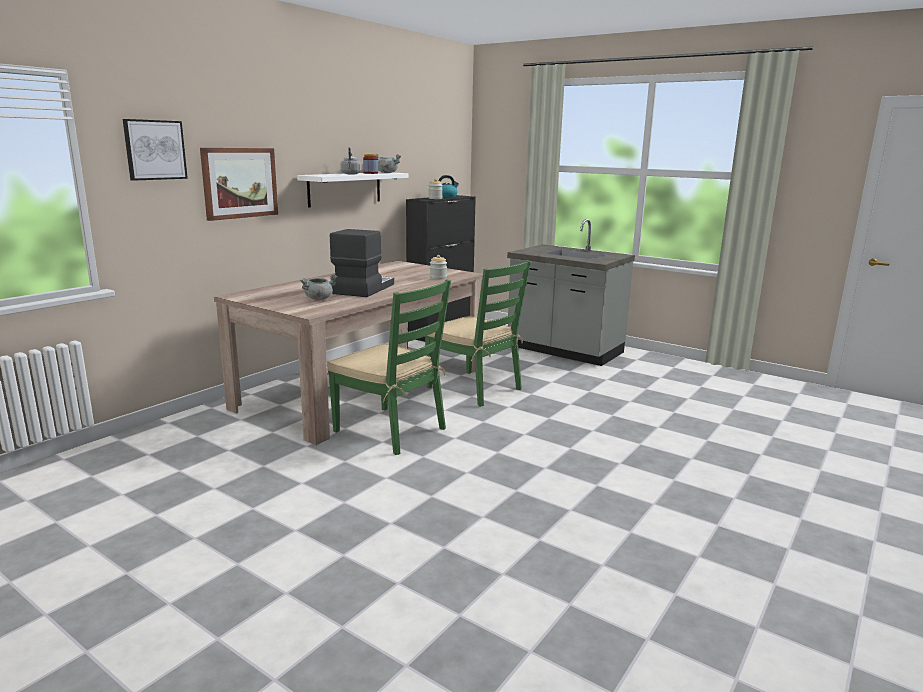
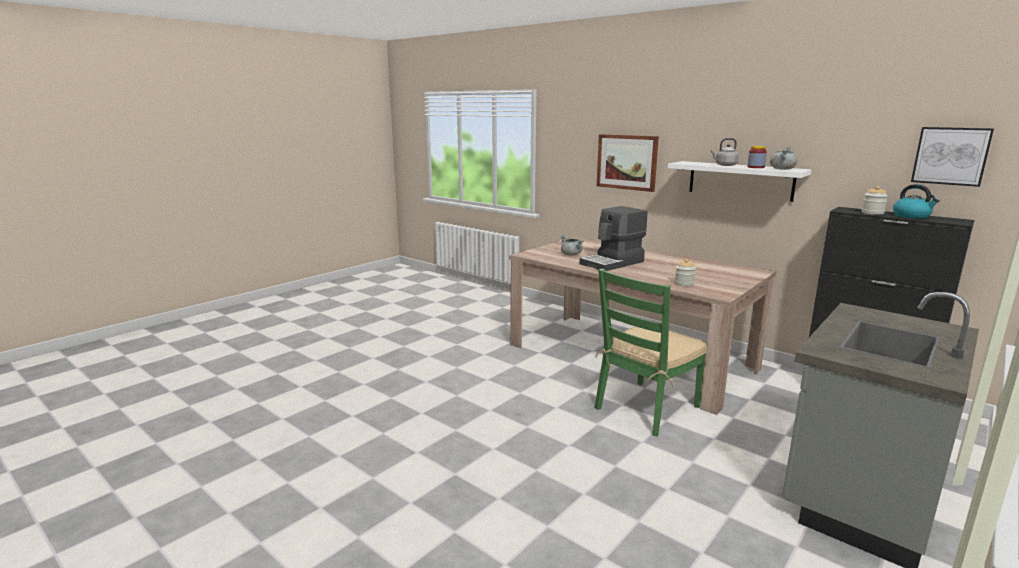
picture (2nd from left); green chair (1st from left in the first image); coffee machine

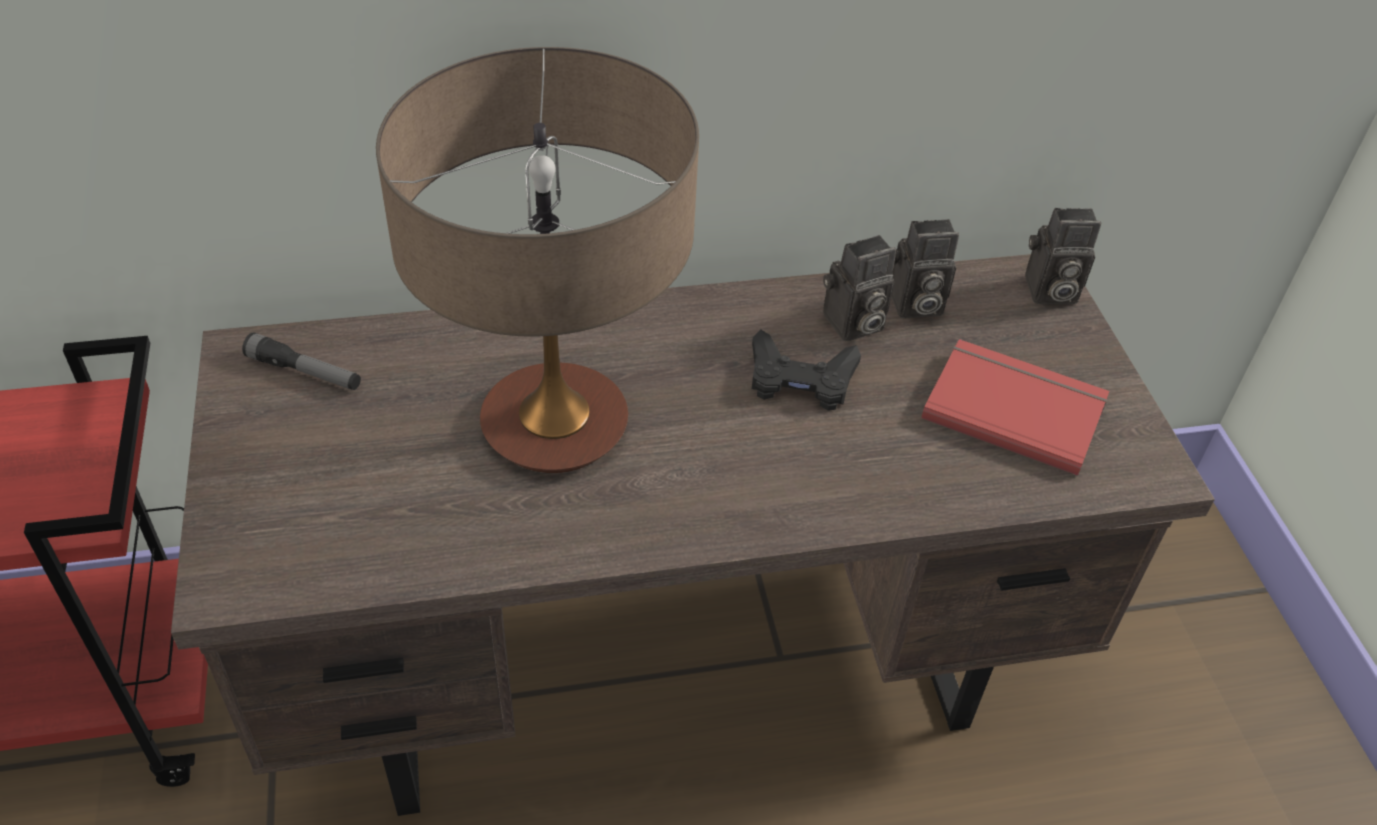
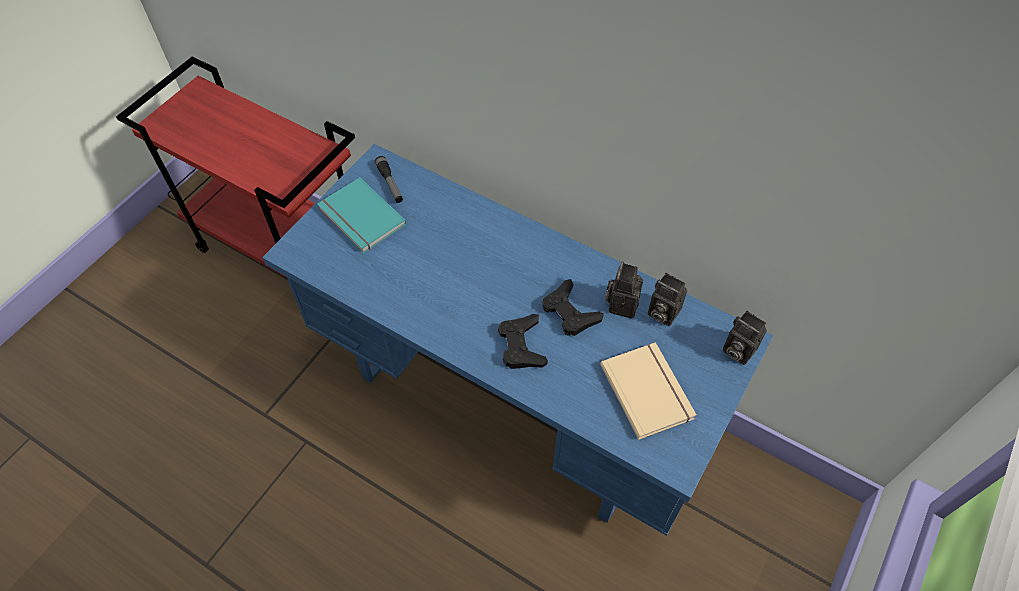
blue desk; table lamp; photo camera (1st from left); beige book; turquoise book; black game controller (1st from left)

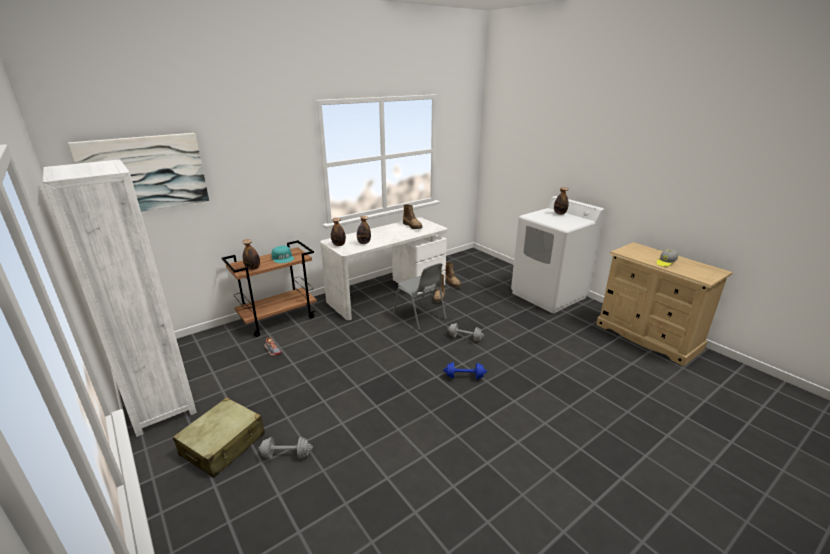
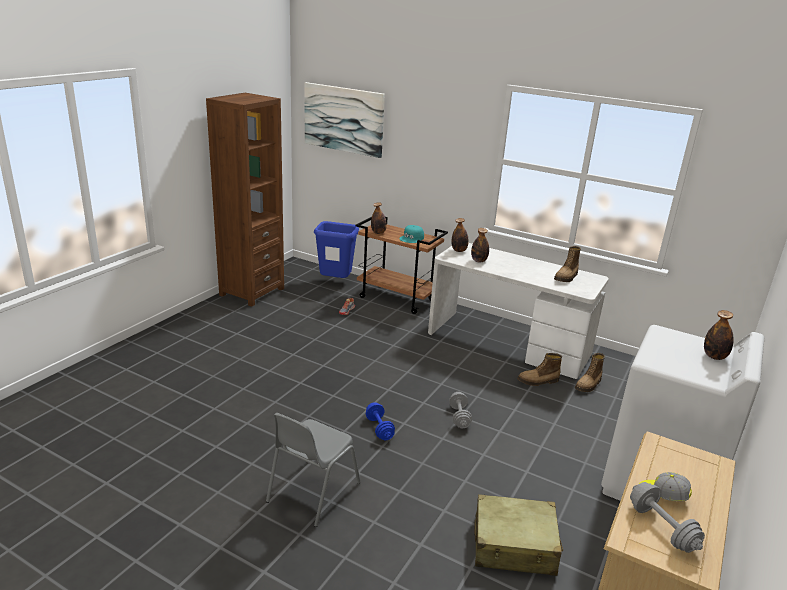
brown bookcase; beige suitcase; grey dumbbell (2nd from left); grey chair; blue trash can

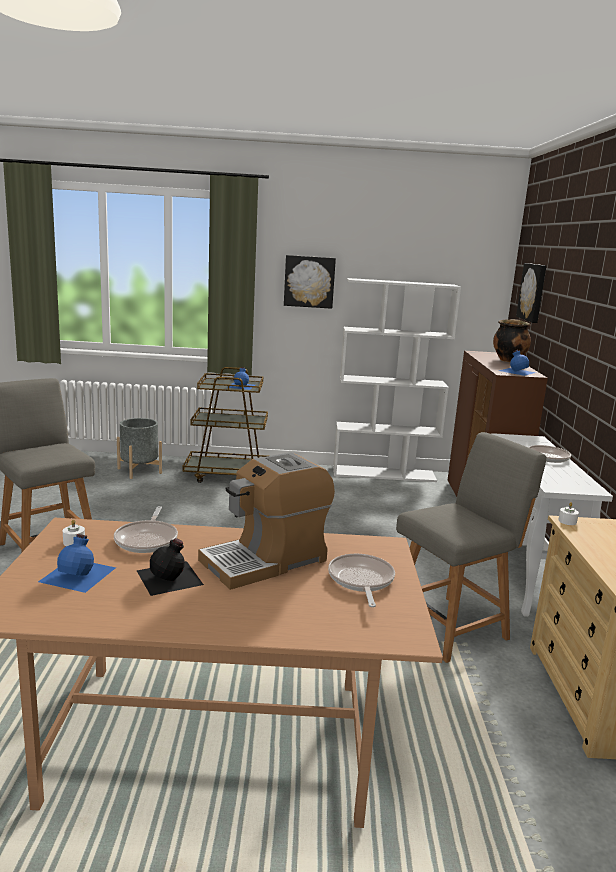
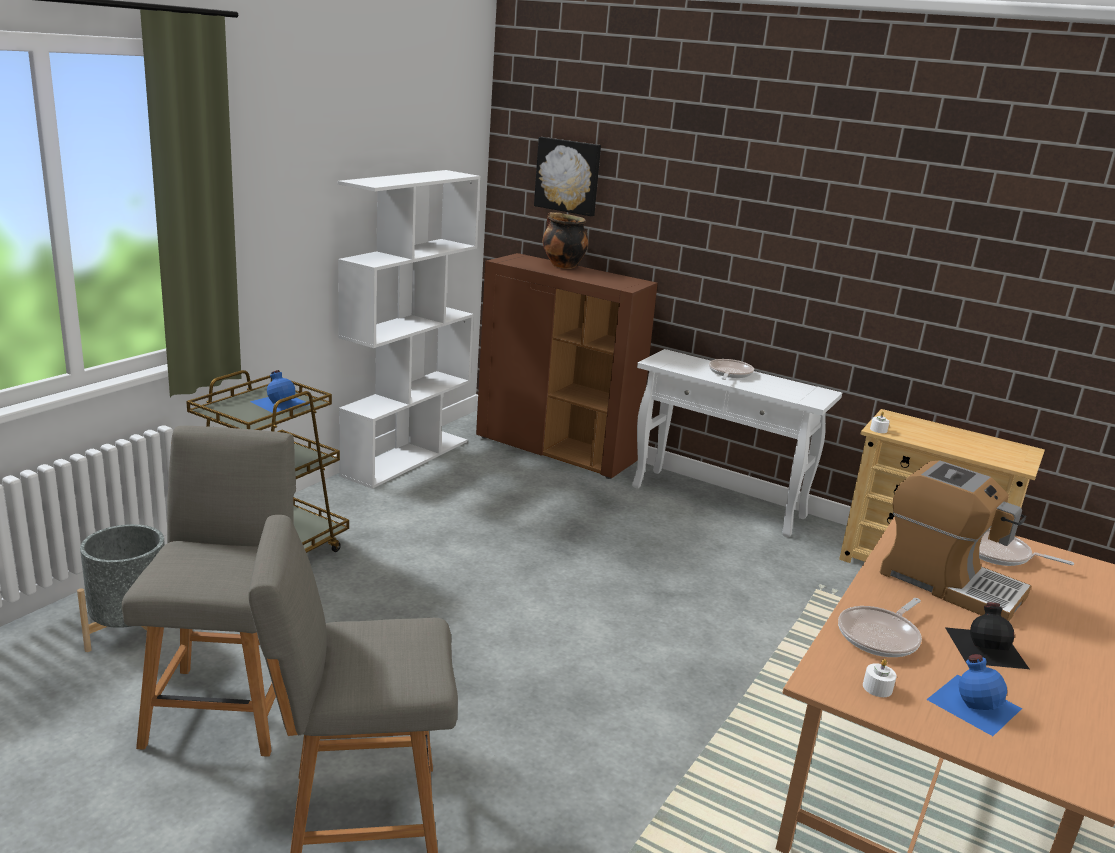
frying pan (2nd from left); coffee machine; picture (1st from left in the first image); grey chair (1st from left); blue bottle (3rd from left in the first image)

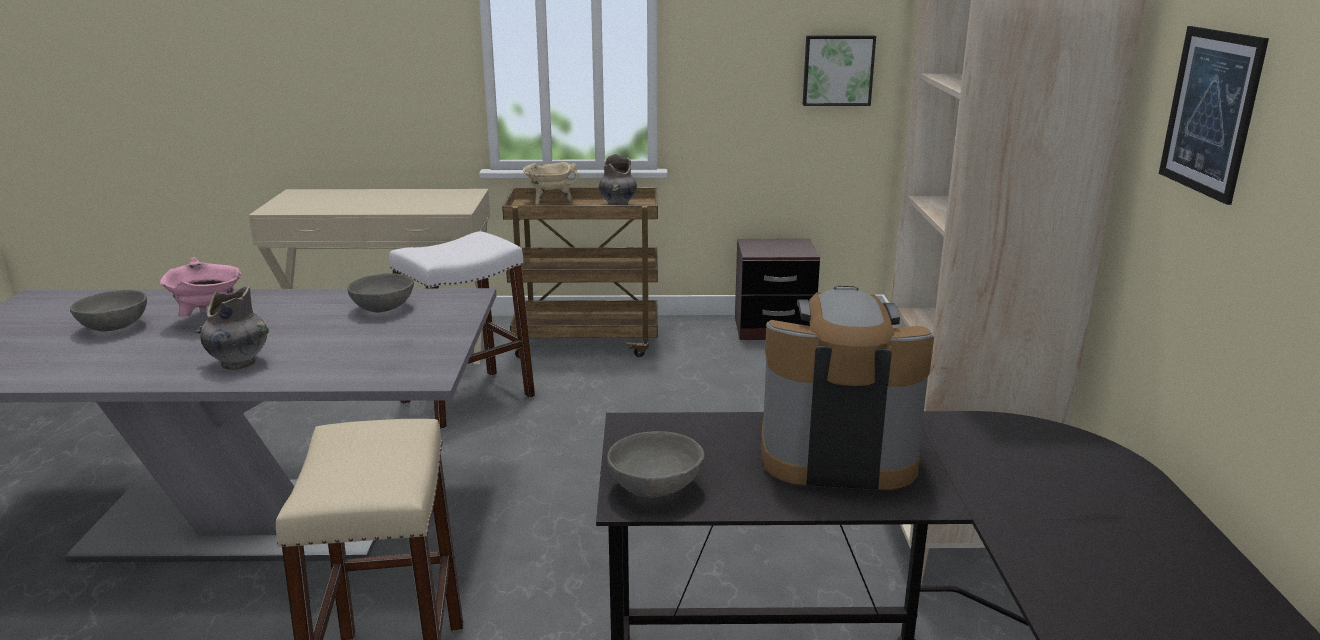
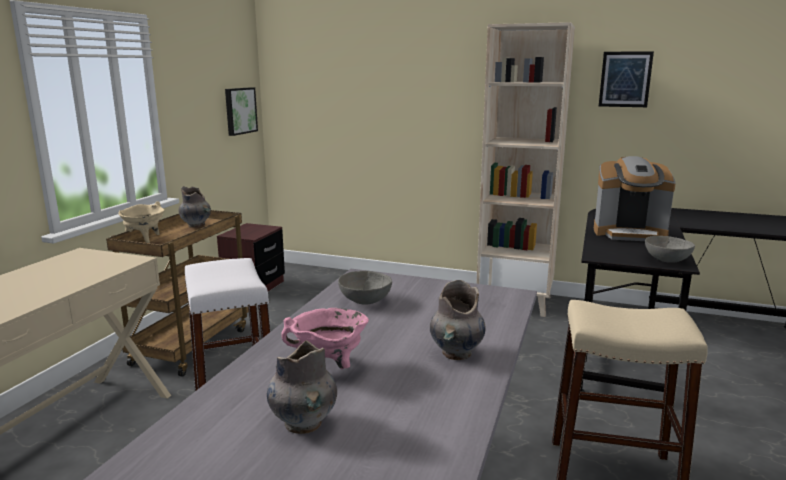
grey vase (2nd from left); coffee machine

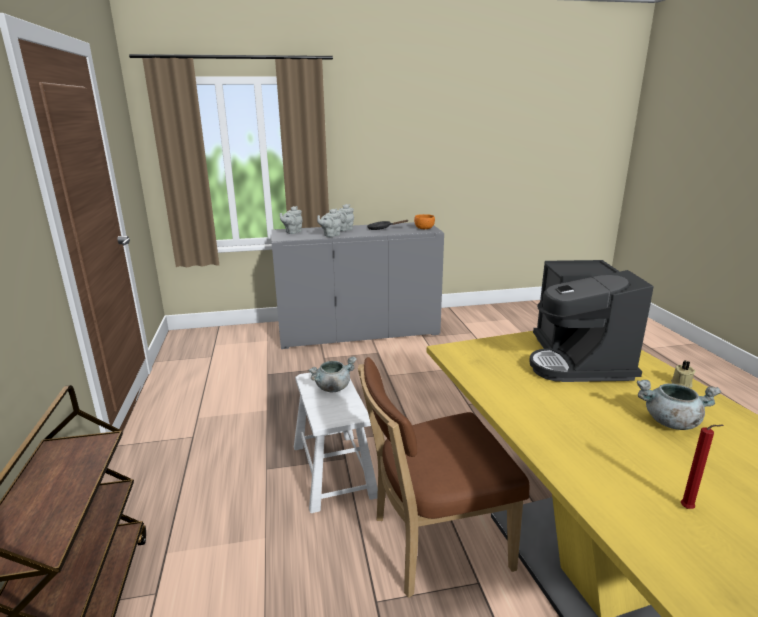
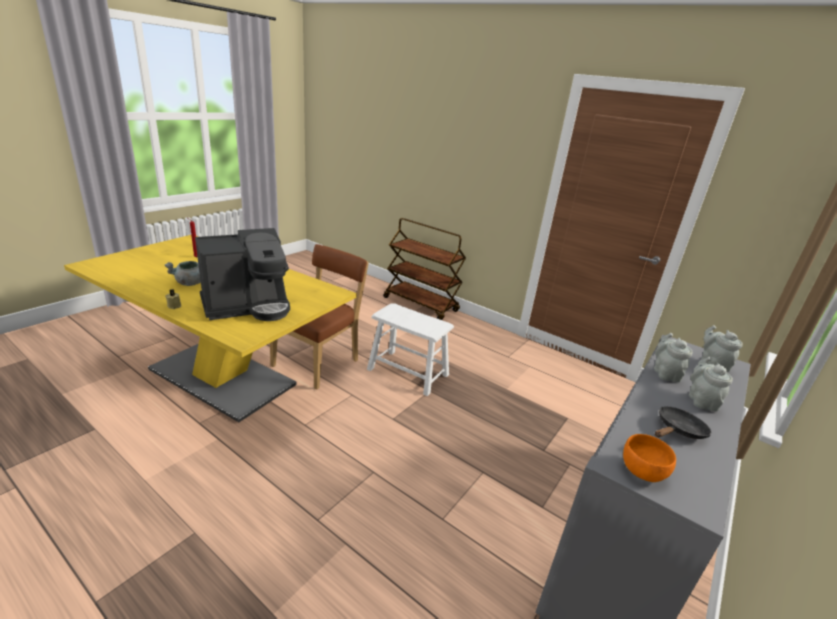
grey cooking pot (1st from left in the first image); coffee machine

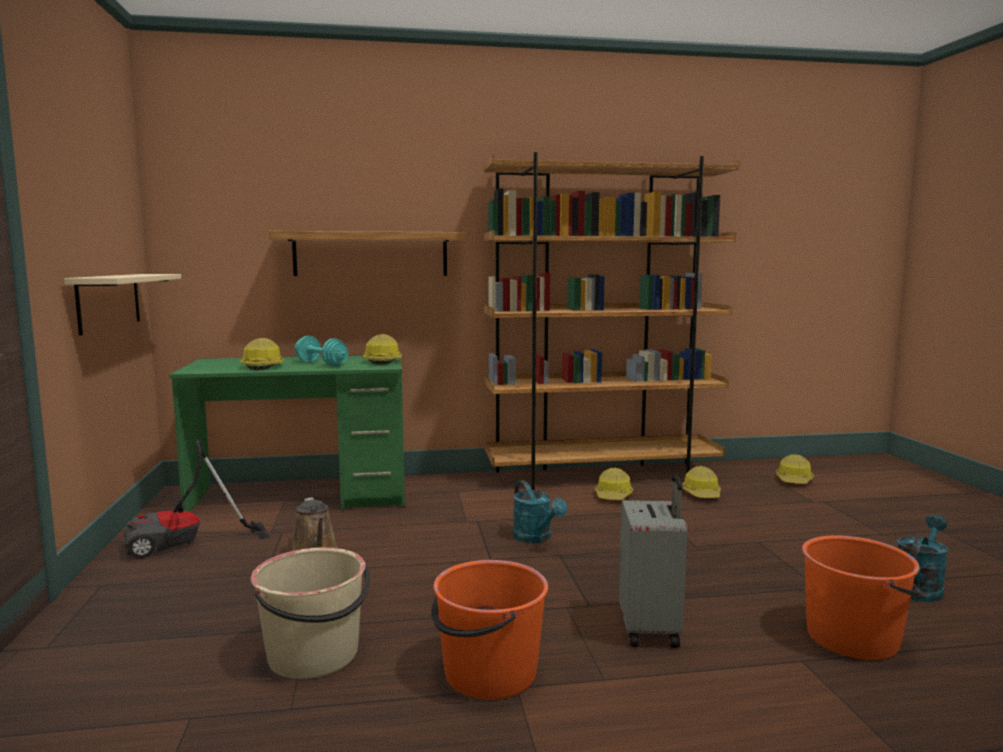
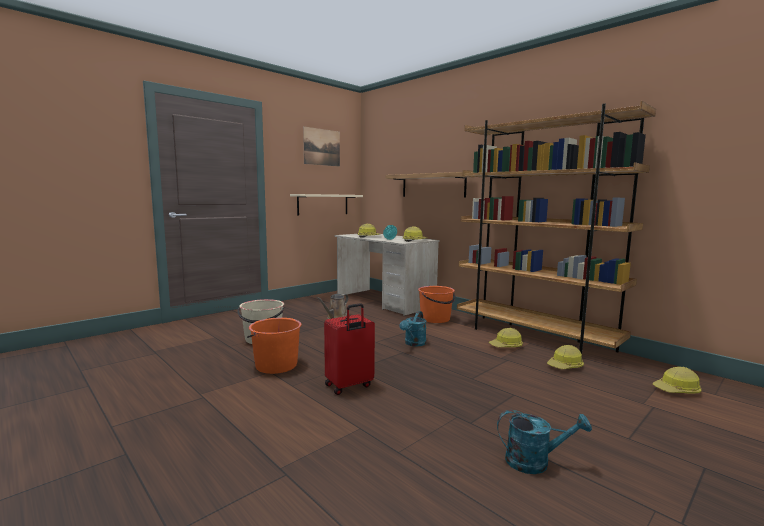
vacuum cleaner; beige desk; red suitcase; orange bucket (2nd from left); picture

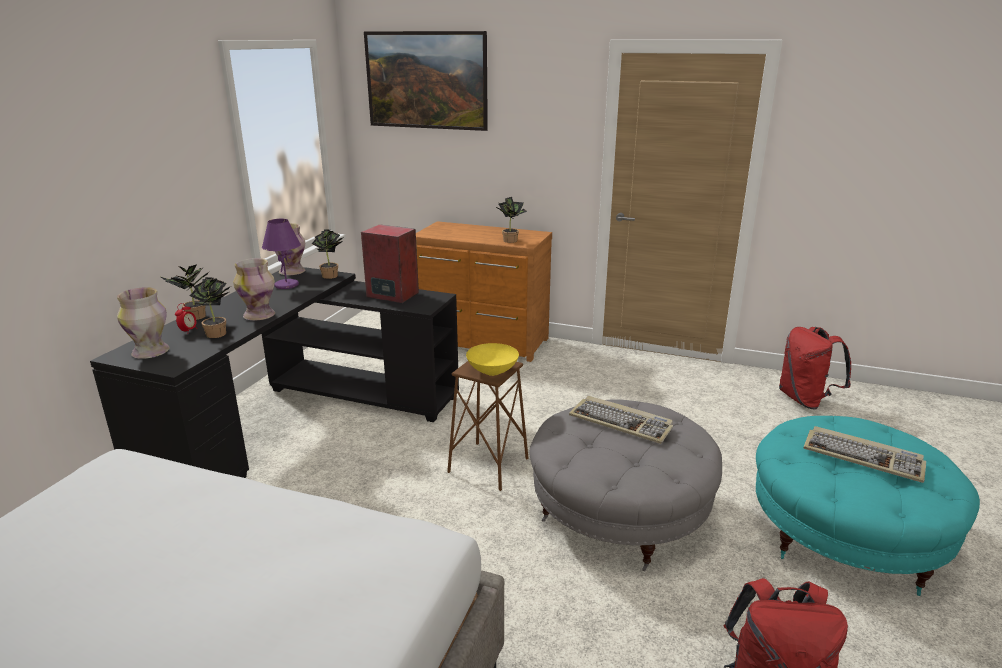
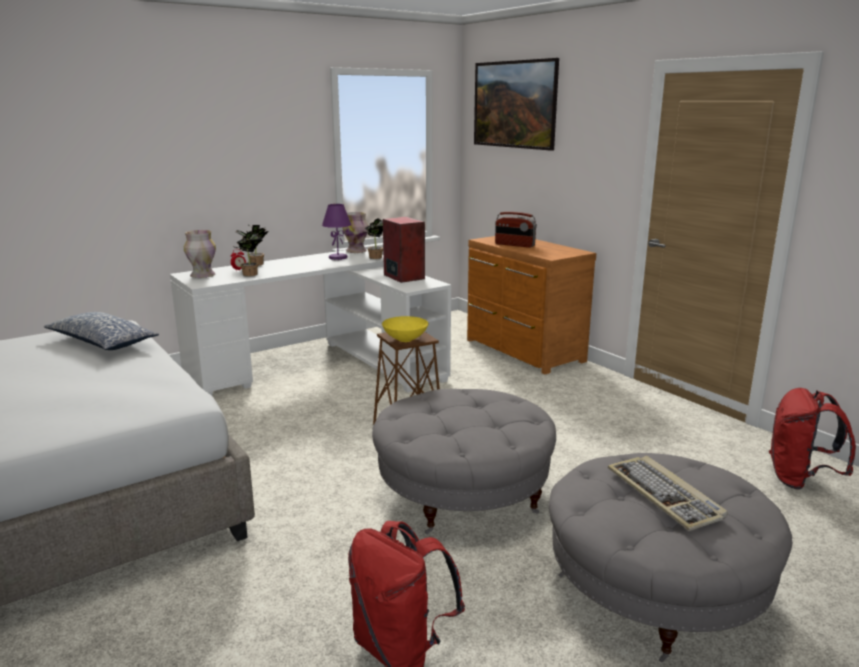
white desk; vase (2nd from left in the first image); potted plant (4th from left in the first image); keyboard (1st from left in the first image); grey ottoman (2nd from left); pillow; radio

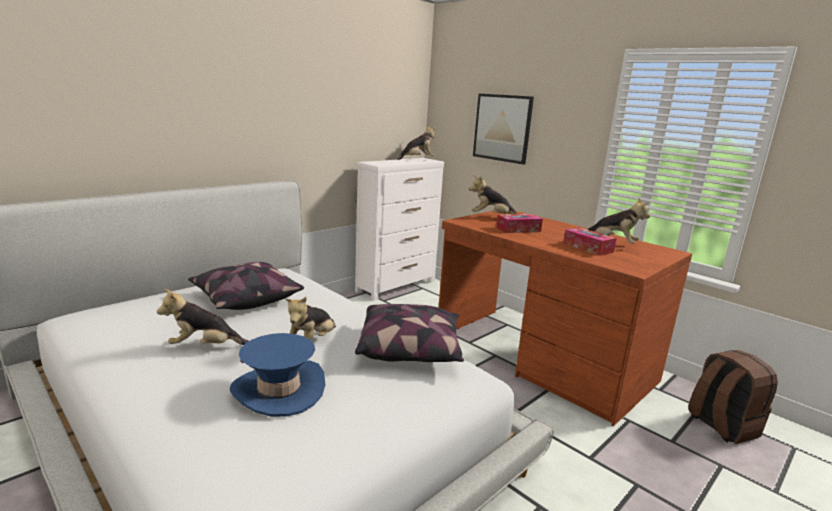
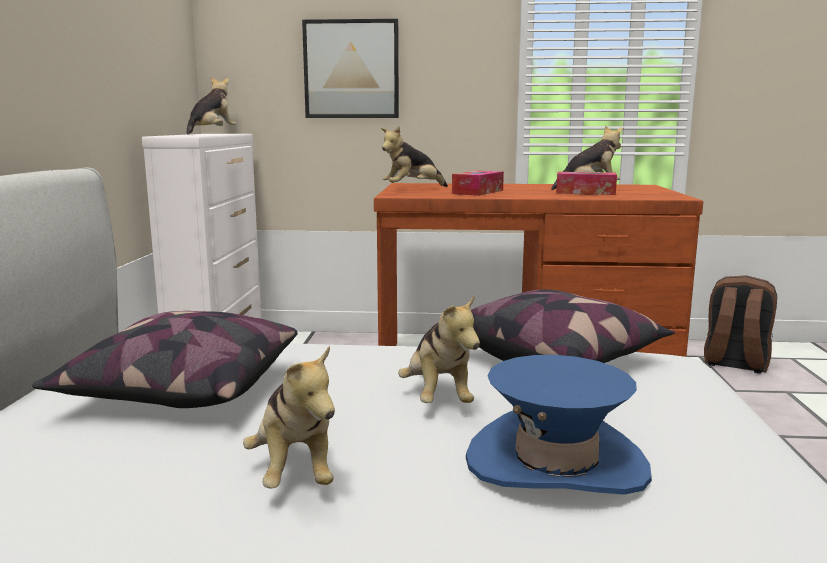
plush toy (2nd from left)

